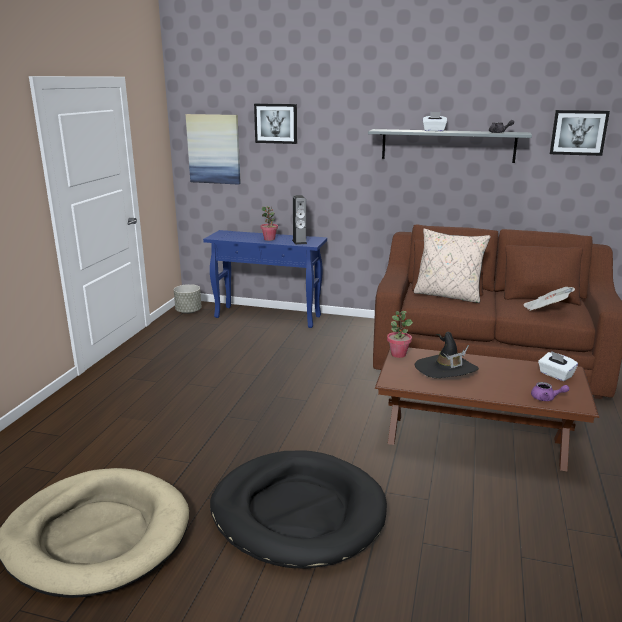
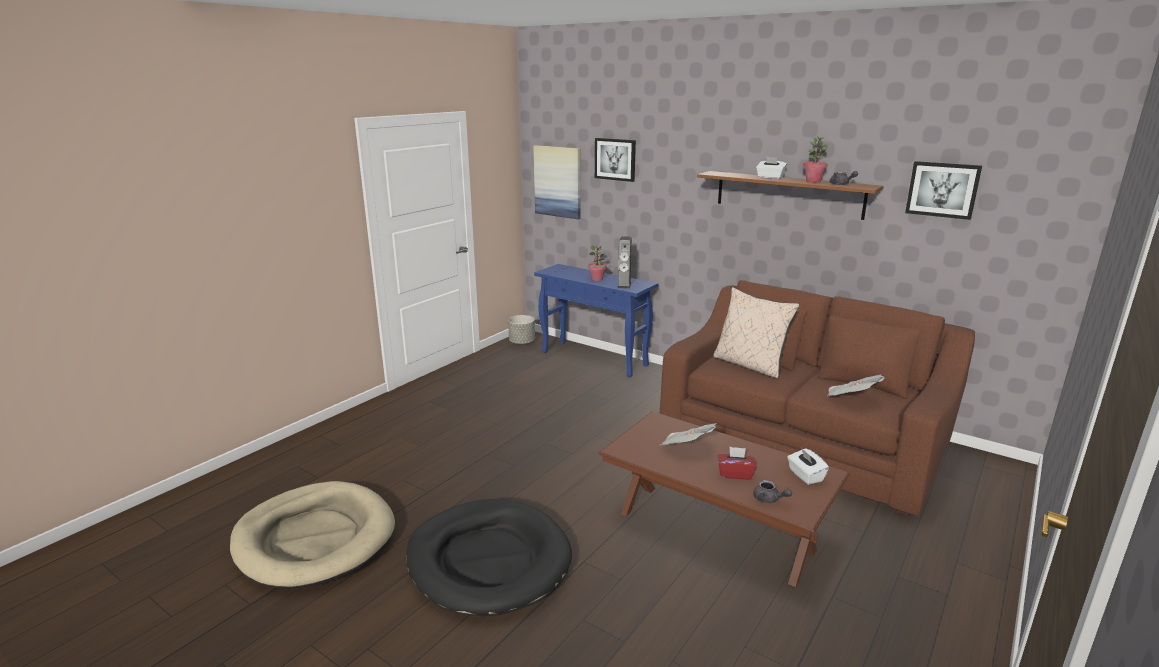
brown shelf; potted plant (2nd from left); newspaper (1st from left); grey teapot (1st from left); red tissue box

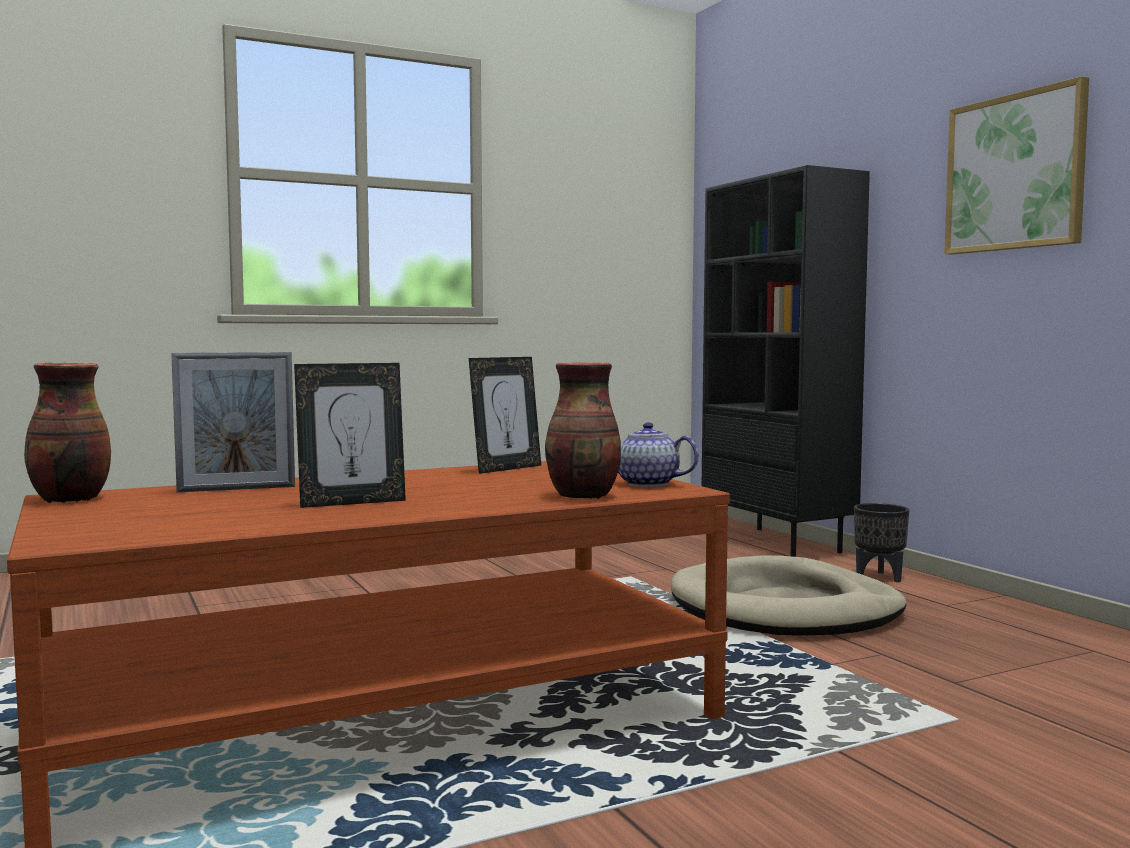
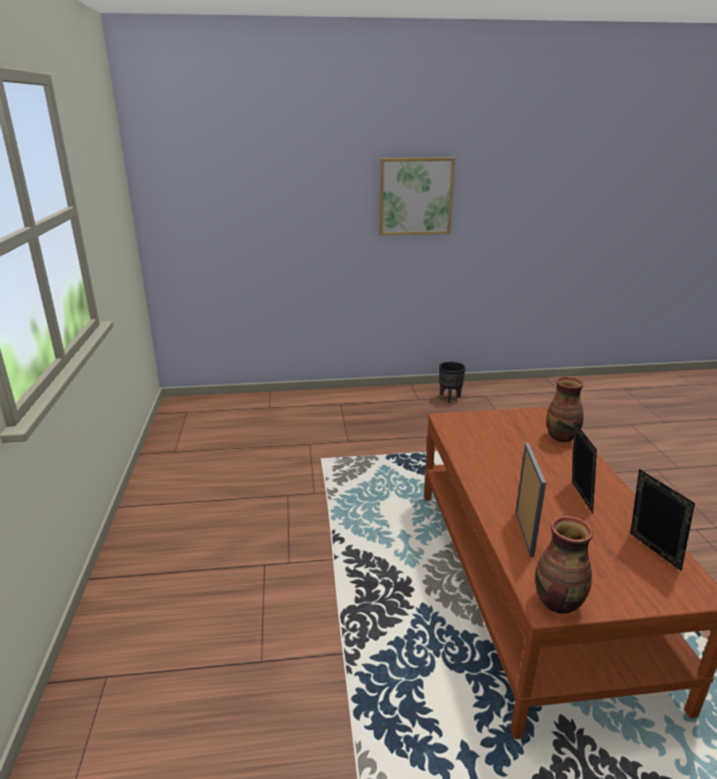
picture frame (3rd from left); teapot; beige dog bed; black bookcase; black planter

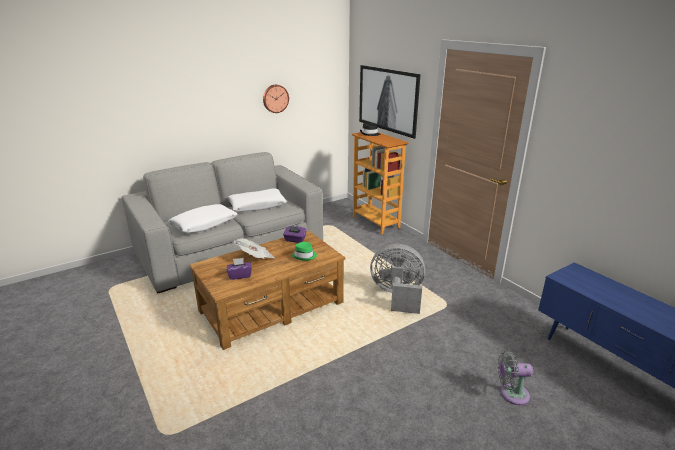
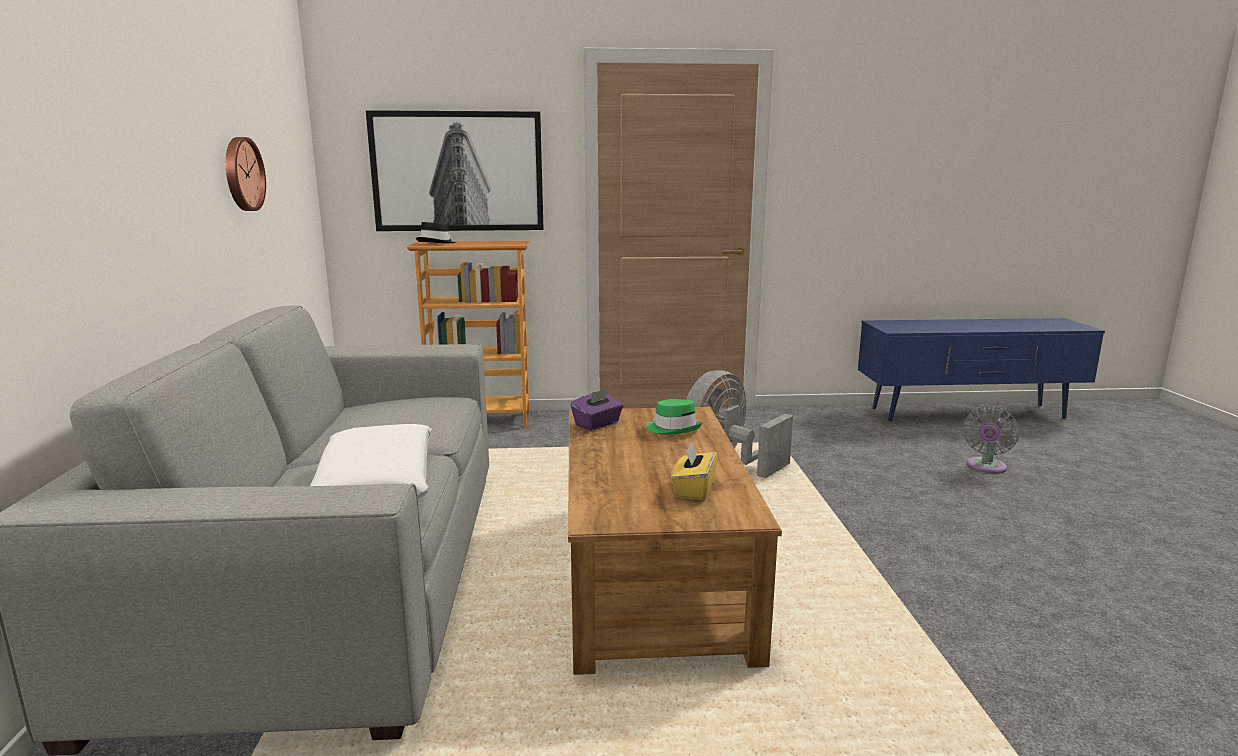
white pillow (2nd from left in the first image); yellow tissue box; newspaper

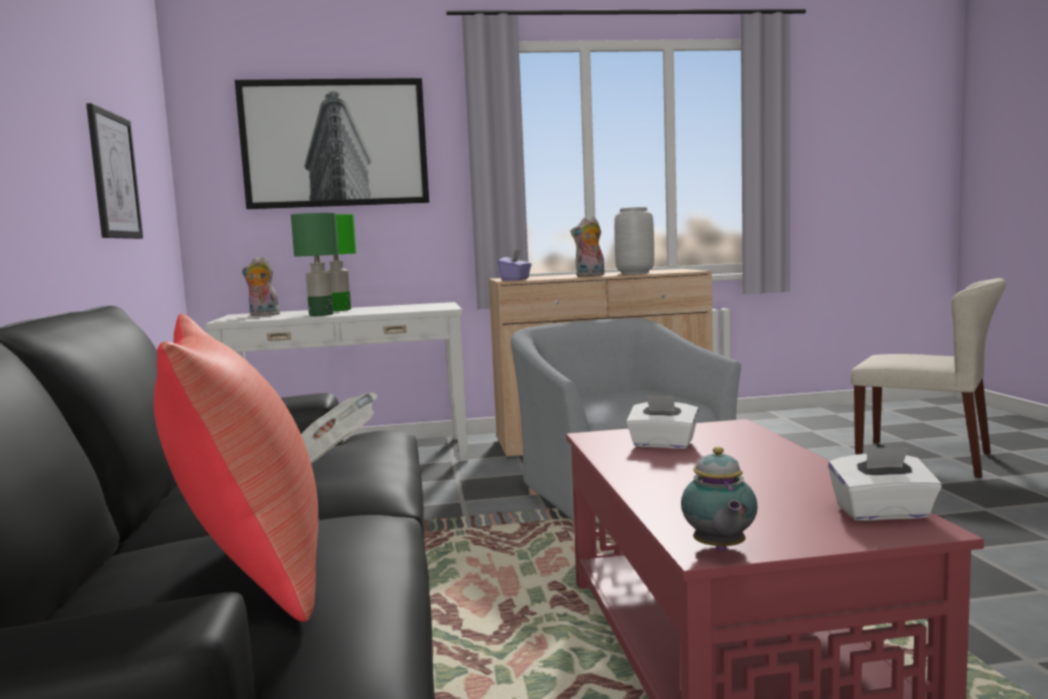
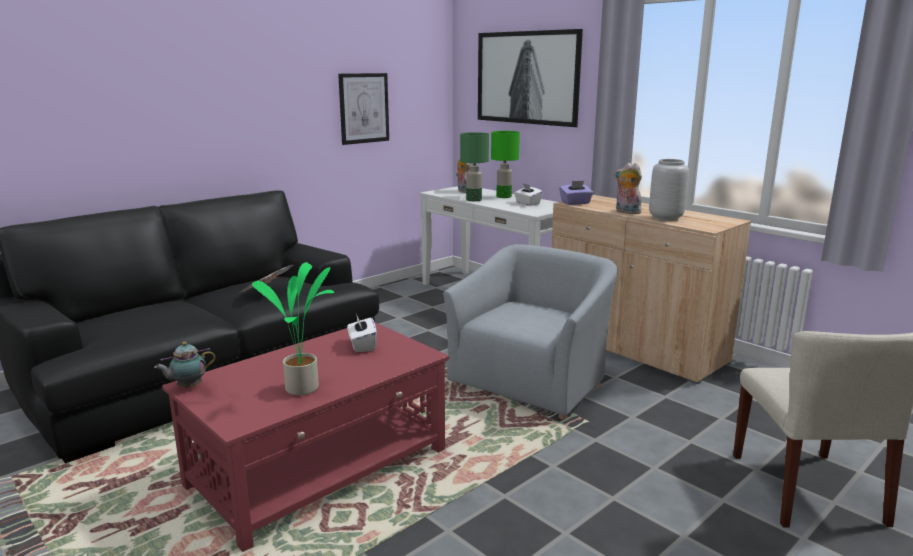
red pillow; white tissue box (2nd from left); potted plant

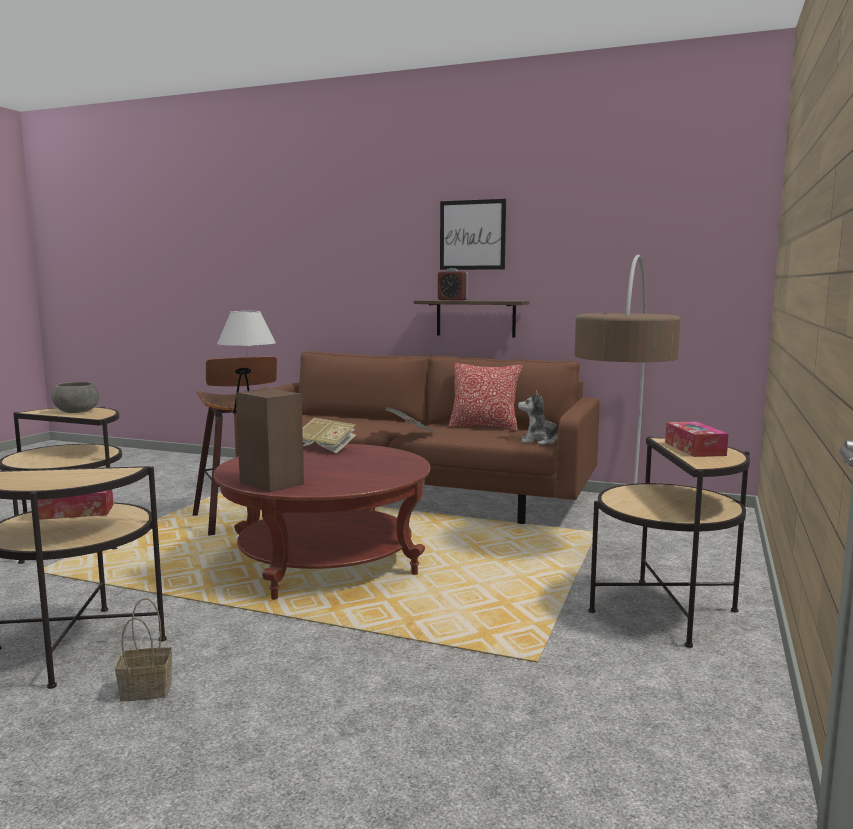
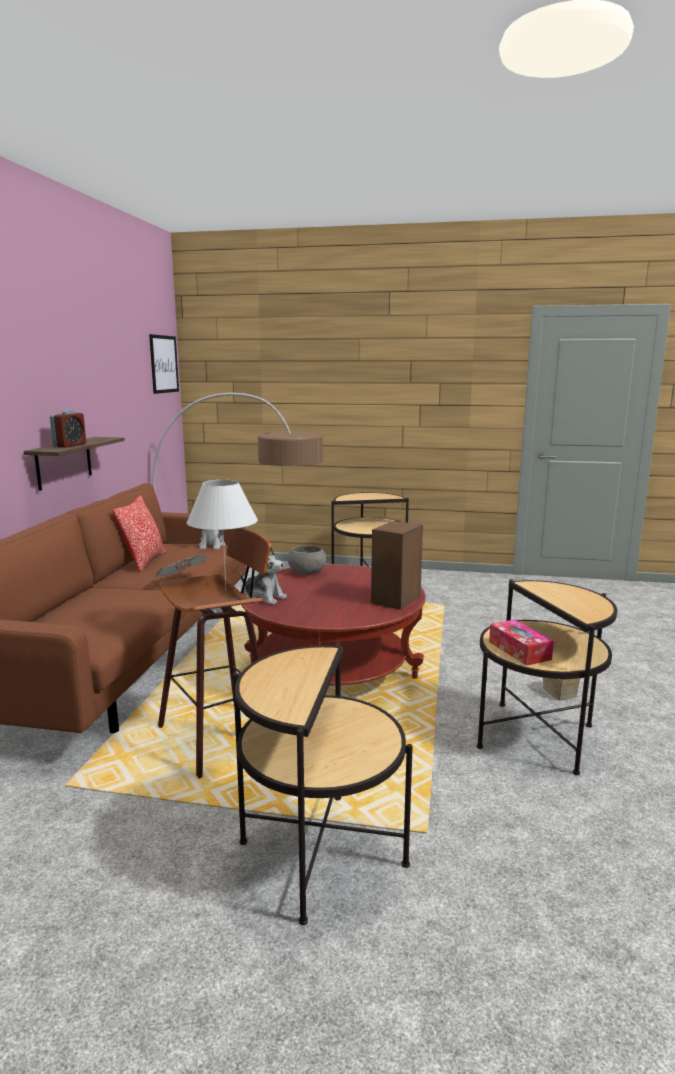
grey bowl; plush toy (2nd from left); picture; tissue box (2nd from left in the first image)

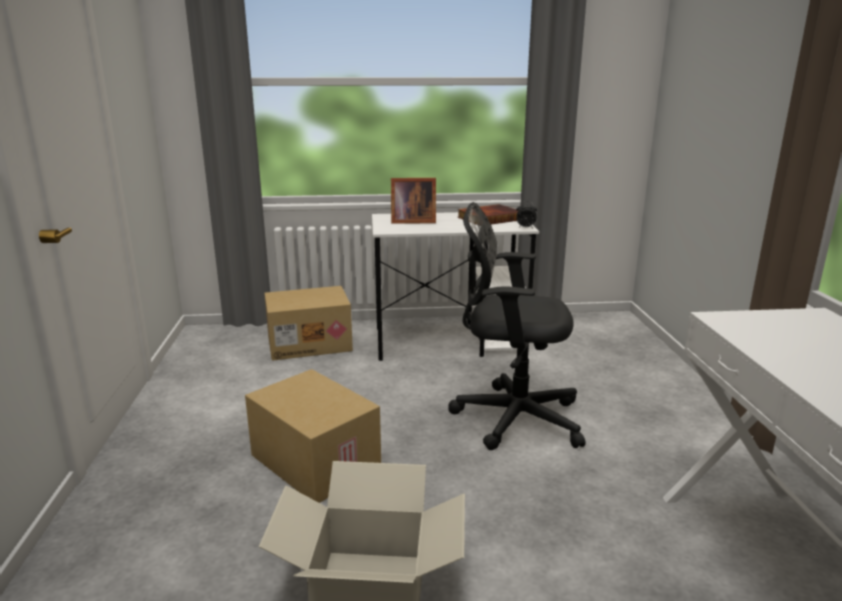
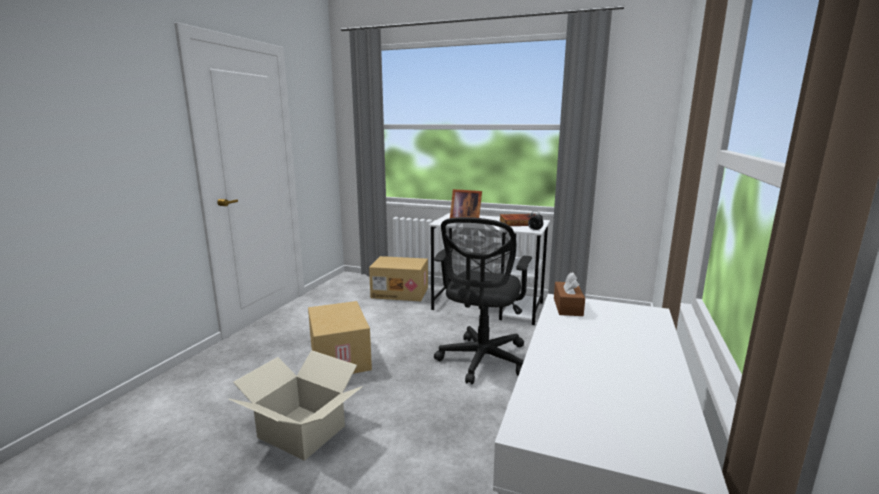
black office chair; brown tissue box

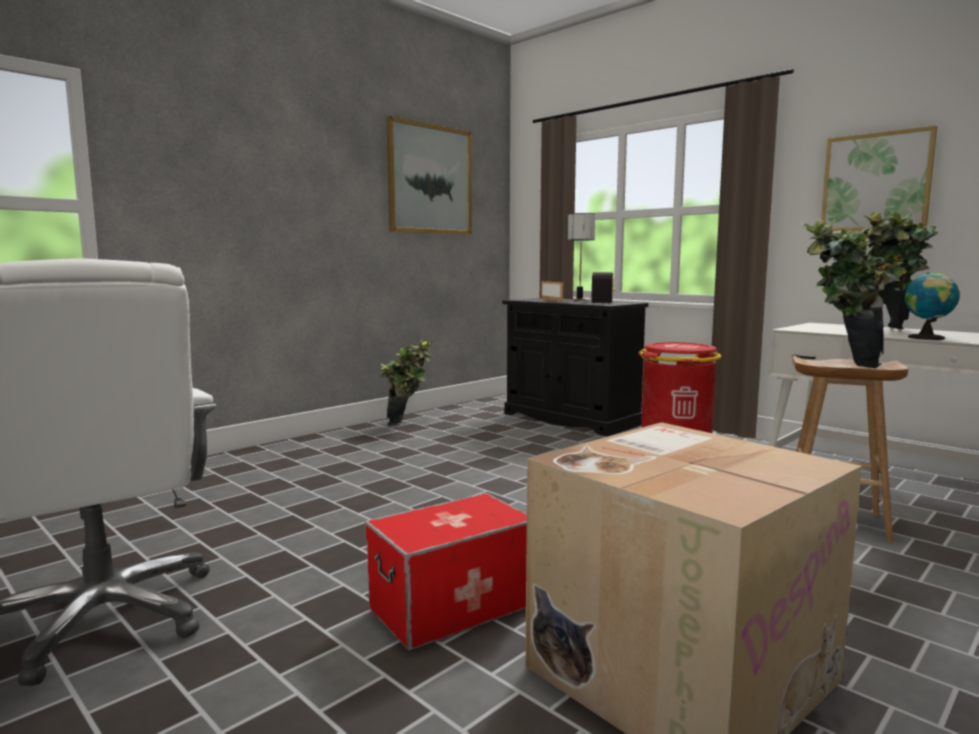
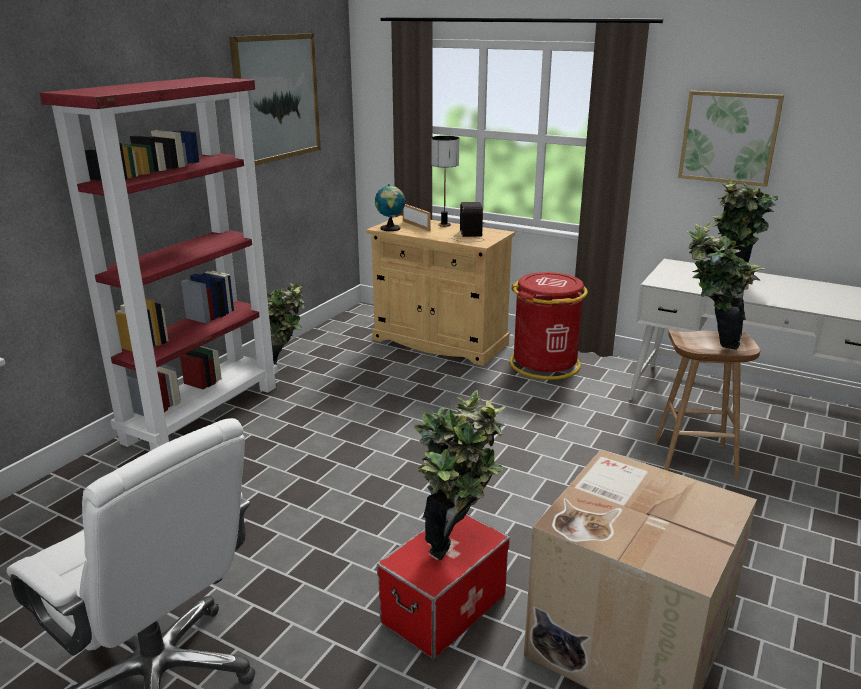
beige cabinet; globe; red bookcase; potted plant (2nd from left)

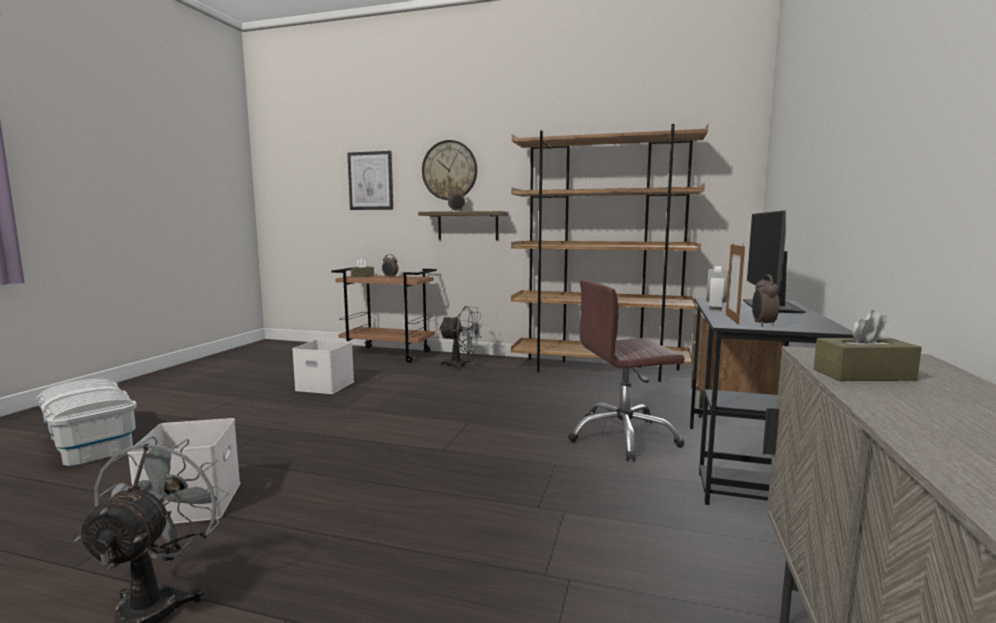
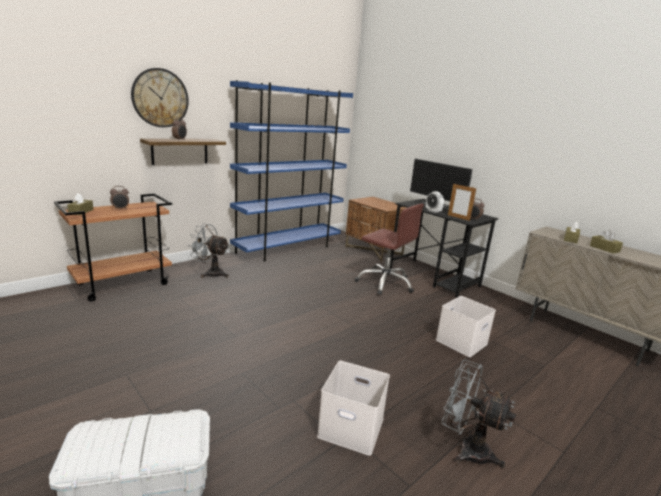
white storage box (3rd from left); picture; grey fan (1st from left); blue bookcase; brown office chair; brown tissue box (3rd from left)

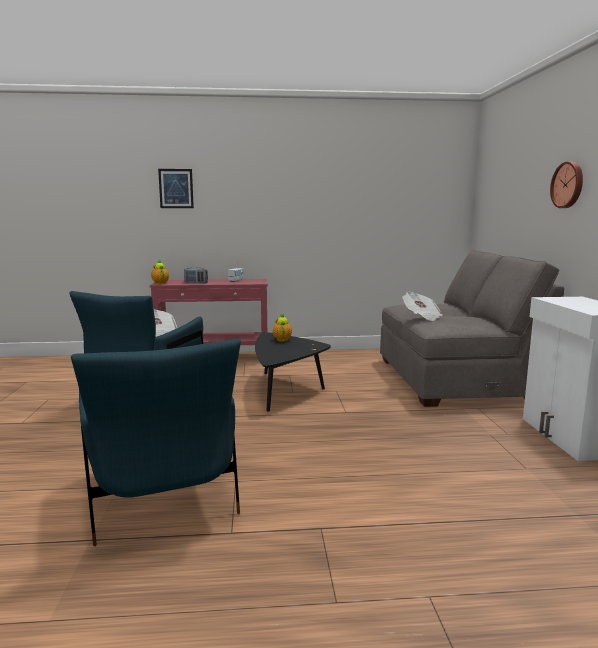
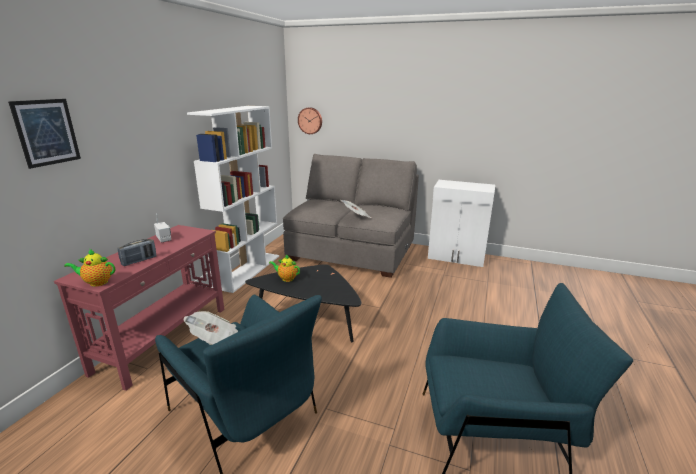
wall clock; white bookcase

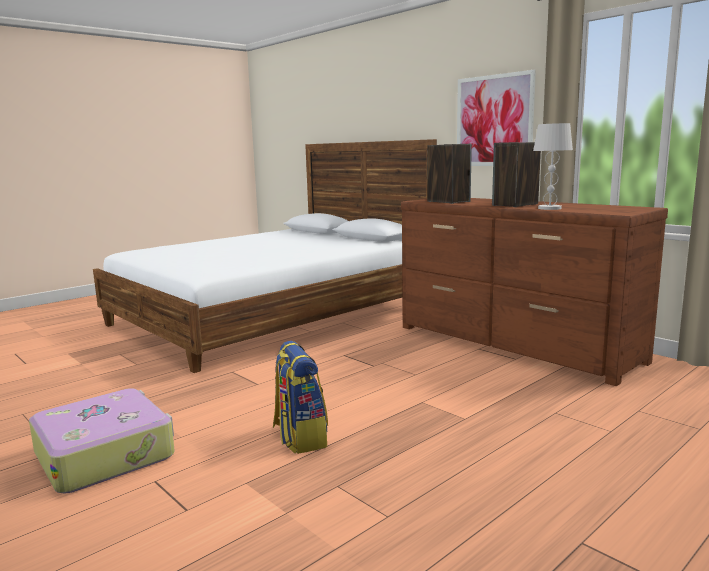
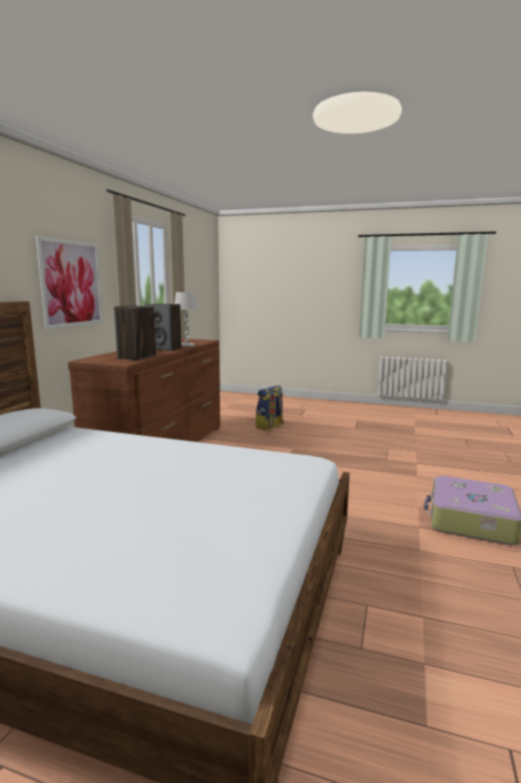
backpack

